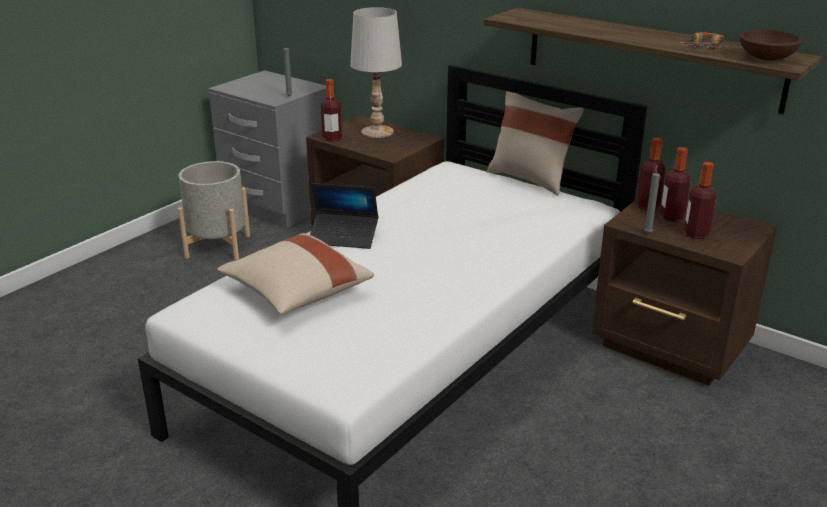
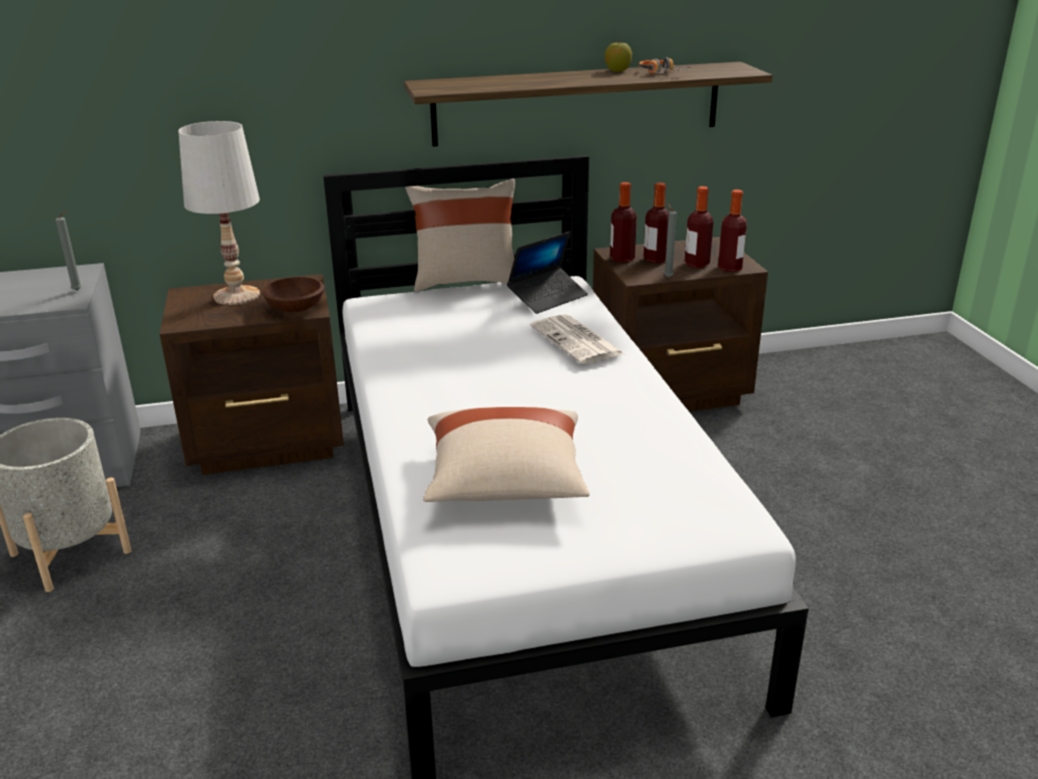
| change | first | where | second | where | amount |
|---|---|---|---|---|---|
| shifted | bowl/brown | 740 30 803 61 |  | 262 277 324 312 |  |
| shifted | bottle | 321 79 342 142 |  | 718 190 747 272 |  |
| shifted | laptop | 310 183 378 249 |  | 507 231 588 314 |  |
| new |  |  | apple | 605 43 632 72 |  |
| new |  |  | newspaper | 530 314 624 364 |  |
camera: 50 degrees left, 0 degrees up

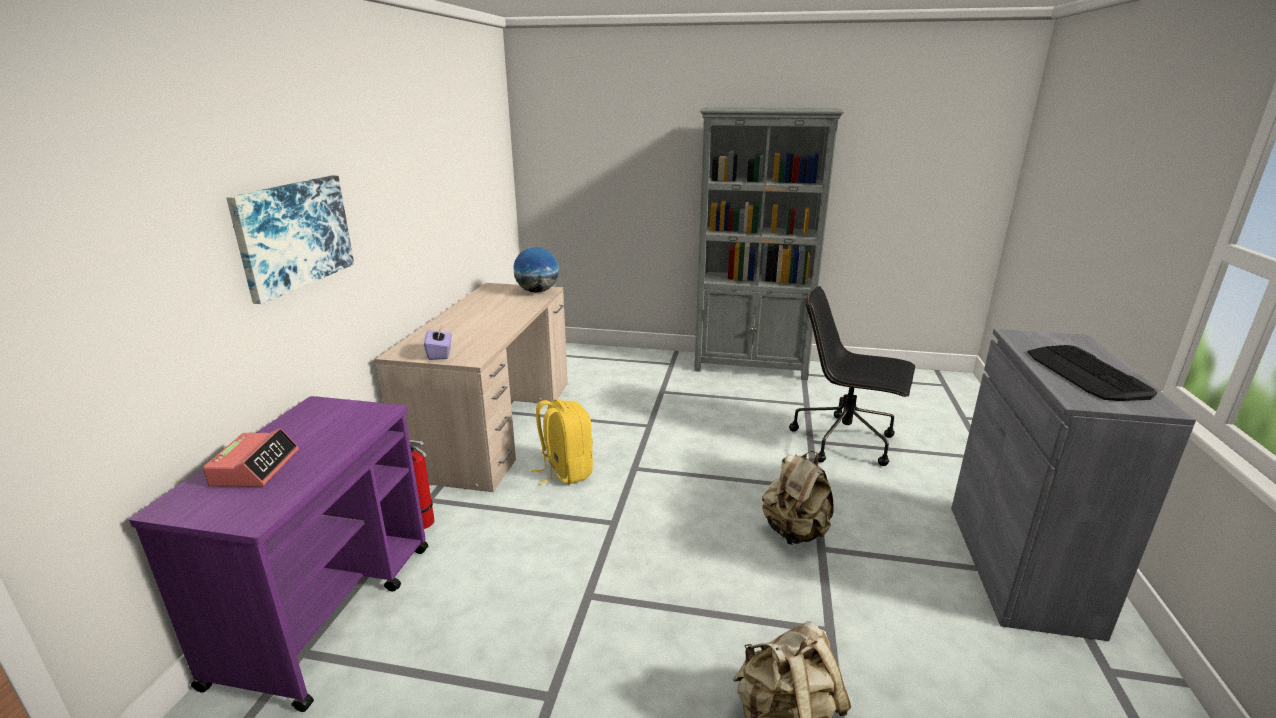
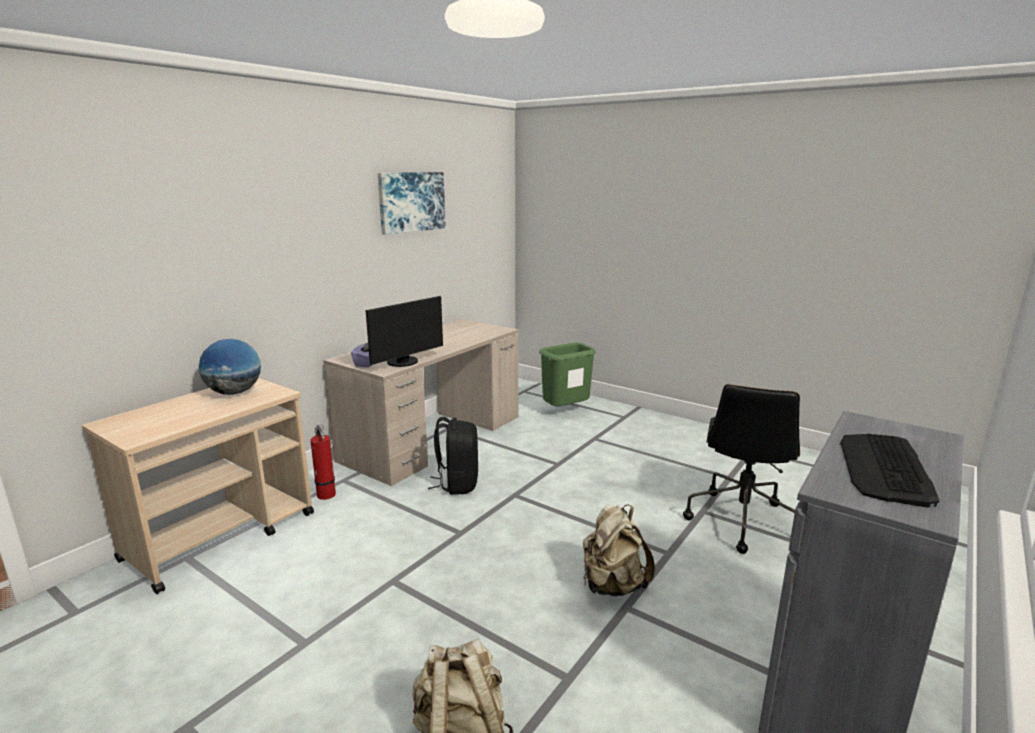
| change | first | where | second | where | amount |
|---|---|---|---|---|---|
| gone | bookcase/grey | 694 107 844 380 |  |  |  |
| shifted | picture | 226 176 354 304 |  | 378 172 446 235 |  |
| shifted | globe | 513 247 559 293 |  | 199 339 261 395 |  |
| rotated | office chair/black | 789 286 915 466 |  | 683 384 800 554 | 120 degrees counterclockwise |
| repainted | cart/purple | 129 396 428 712 | cart/beige | 82 378 314 594 |  |
| repainted | backpack/yellow | 531 399 593 485 | backpack/black | 428 417 478 495 |  |
| gone | alarm clock | 203 429 299 487 |  |  |  |
| new |  |  | monitor | 366 296 443 367 |  |
| new |  |  | trash can/green | 539 343 596 406 |  |
camera: 25 degrees right, 5 degrees down

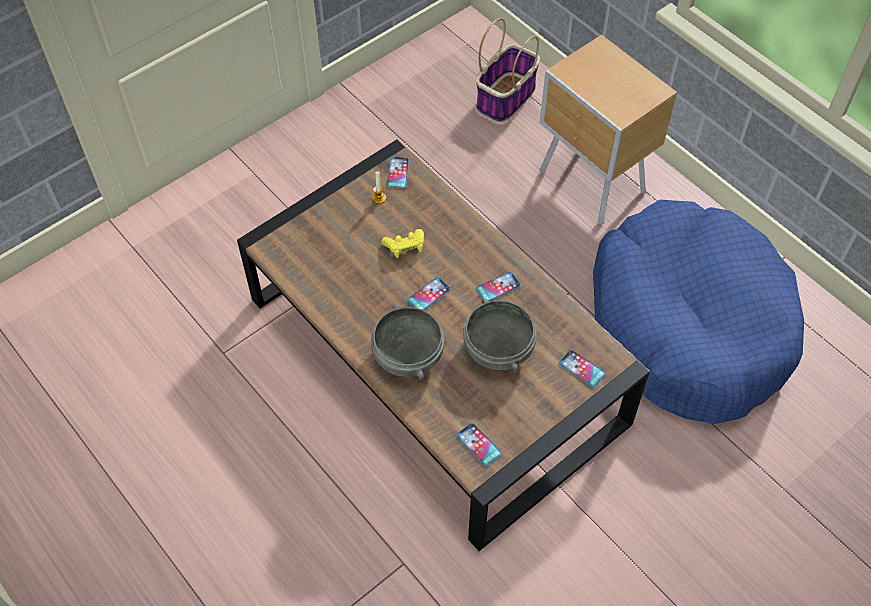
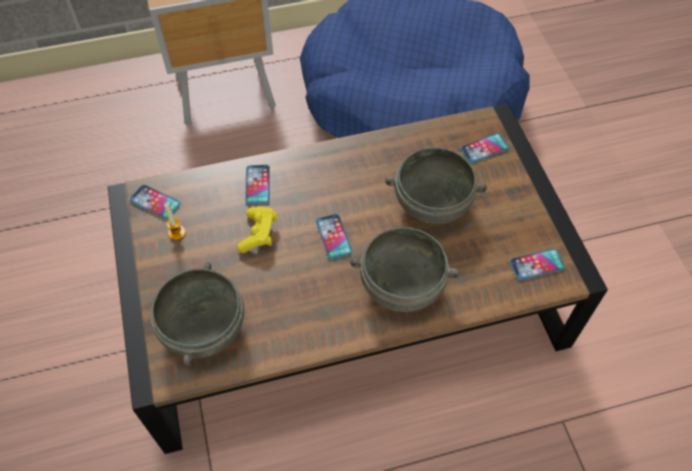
| change | first | where | second | where | amount |
|---|---|---|---|---|---|
| gone | basket | 476 18 540 123 |  |  |  |
| shifted | phone | 476 272 521 302 |  | 245 165 270 204 |  |
| new |  |  | bowl/grey | 150 263 244 366 |  |
camera: 65 degrees left, 0 degrees up

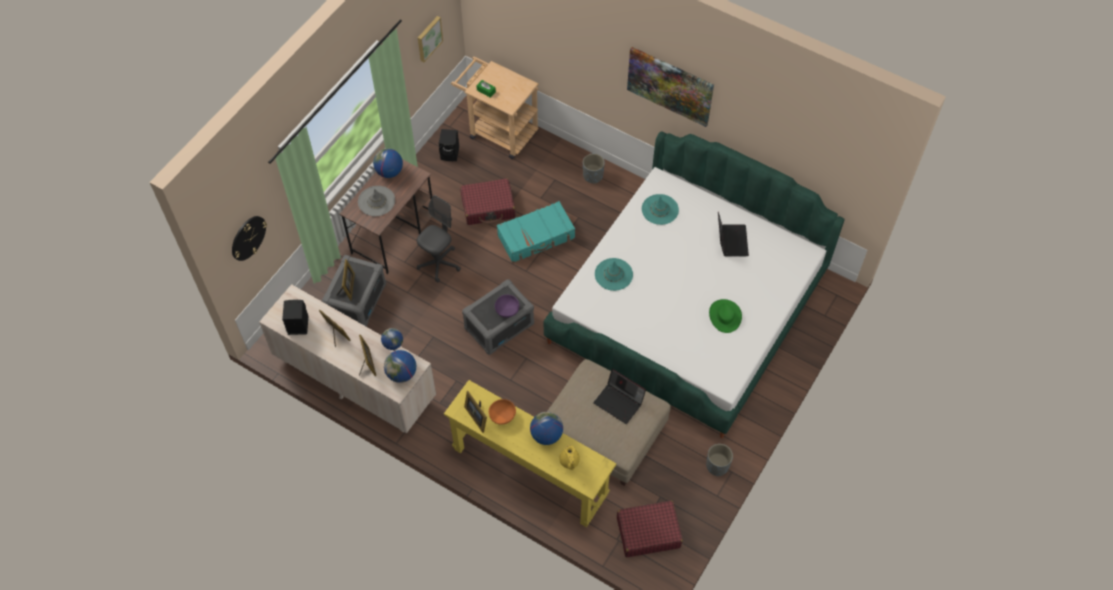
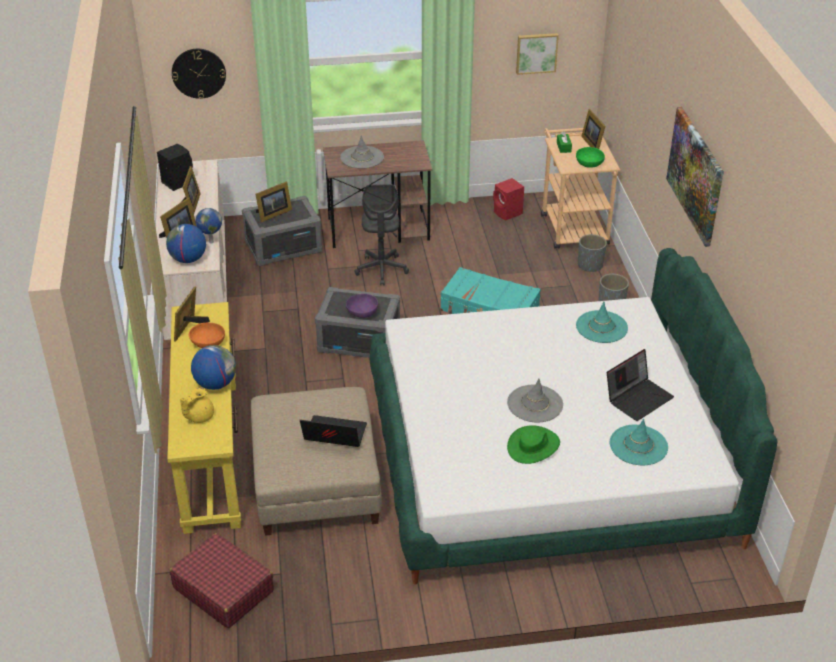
| change | first | where | second | where | amount |
|---|---|---|---|---|---|
| repainted | speaker/black | 439 129 459 161 | speaker/red | 493 178 524 221 |  |
| gone | globe | 373 148 403 178 |  |  |  |
| gone | suitcase/red | 460 178 516 225 |  |  |  |
| rotated | office chair/grey | 417 195 461 282 |  | 354 184 409 285 | 90 degrees clockwise |
| shifted | hat/turquoise | 595 258 633 291 |  | 610 419 668 465 |  |
| rotated | laptop | 593 368 646 424 |  | 300 415 367 447 | 105 degrees clockwise |
| shifted | planter/grey | 706 444 733 476 |  | 578 234 607 272 |  |
| new |  |  | picture frame | 581 109 606 149 |  |
| new |  |  | bowl/green | 576 147 605 168 |  |
| new |  |  | hat/grey | 507 379 563 422 |  |
camera: 50 degrees right, 20 degrees down

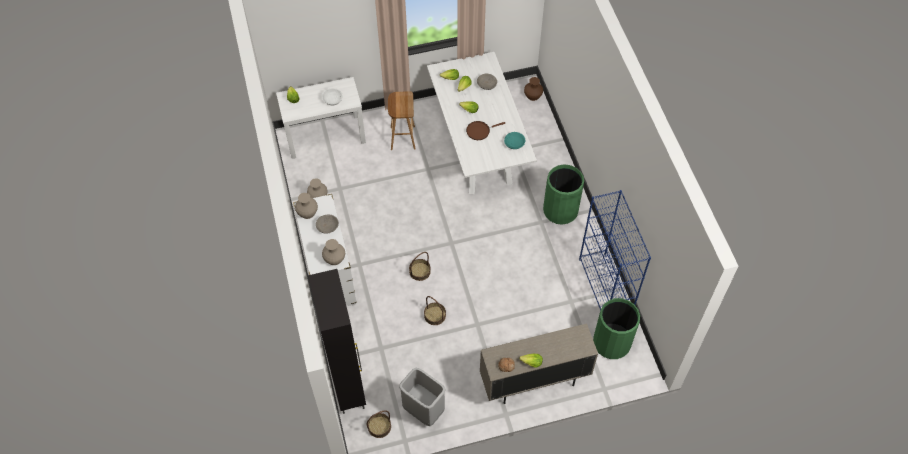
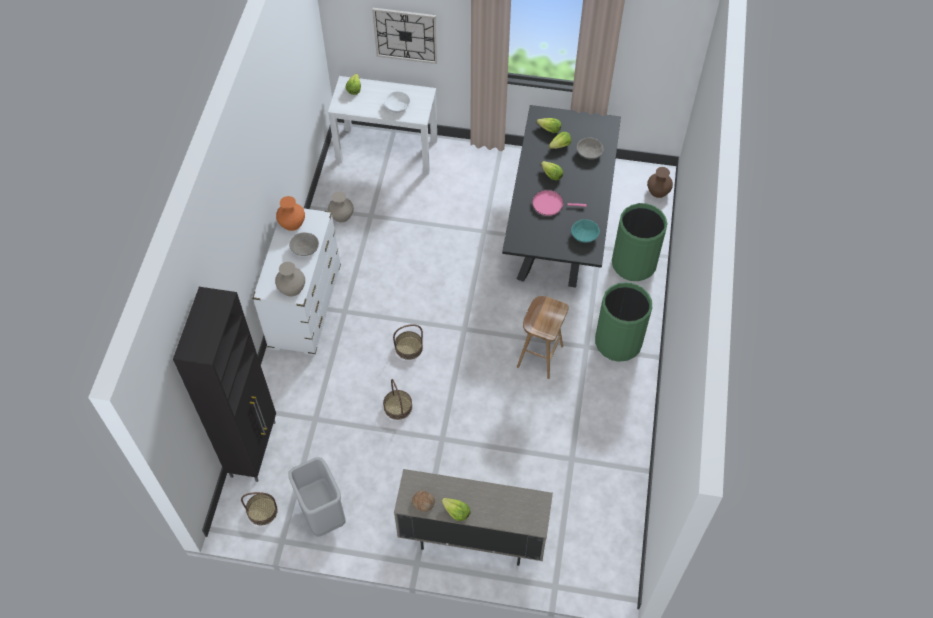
| change | first | where | second | where | amount |
|---|---|---|---|---|---|
| repainted | dining table/white | 427 52 537 194 | dining table/black | 502 105 621 288 |  |
| shifted | stool/brown | 388 91 416 150 |  | 517 296 569 379 |  |
| repainted | frying pan/brown | 466 121 505 140 | frying pan/pink | 532 190 586 216 |  |
| gone | bookcase/blue | 579 190 651 310 |  |  |  |
| repainted | vase/beige | 295 193 318 219 | vase/orange | 276 196 305 231 |  |
| shifted | trash can/green | 593 298 640 359 |  | 612 203 668 281 |  |
| new |  |  | wall clock | 372 8 437 64 |  |
camera: 25 degrees right, 0 degrees up

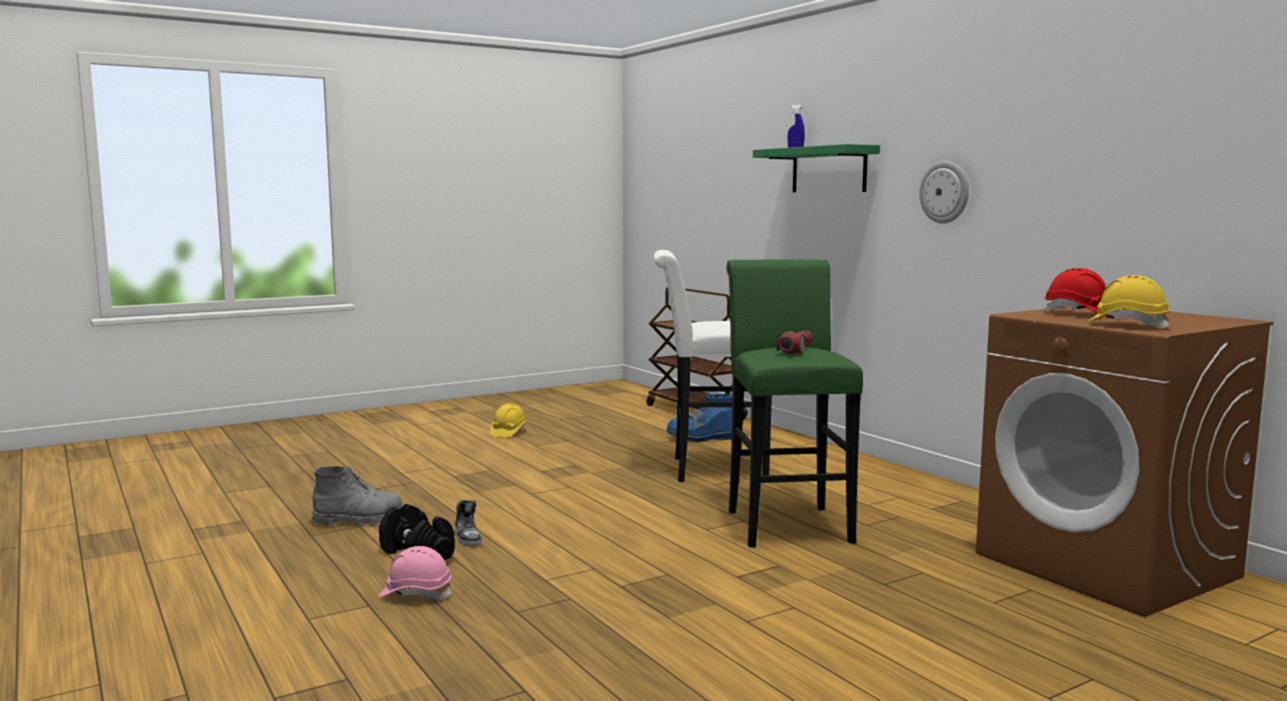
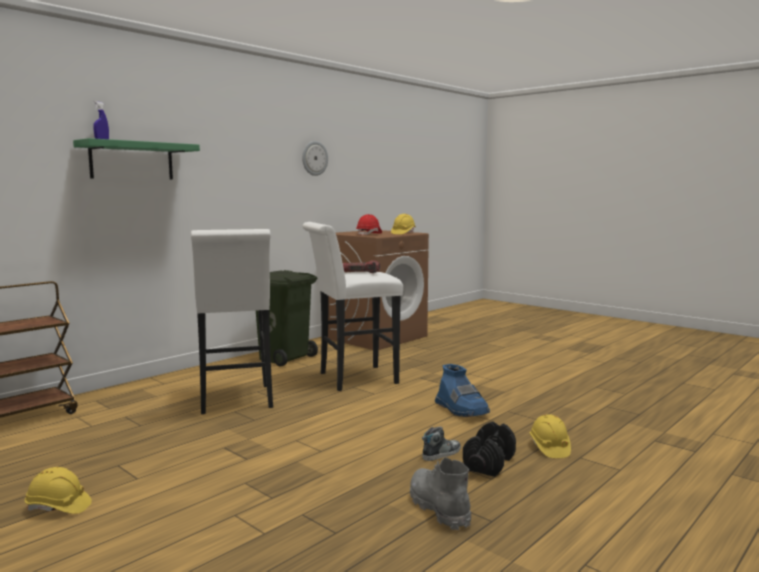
| change | first | where | second | where | amount |
|---|---|---|---|---|---|
| shifted | wall clock | 919 161 969 224 |  | 302 141 328 176 |  |
| repainted | stool/green | 726 259 863 547 | stool/white | 302 222 403 391 |  |
| shifted | boot/blue | 667 394 732 442 |  | 435 364 490 417 |  |
| repainted | hard hat/pink | 378 546 452 599 | hard hat/yellow | 529 414 571 458 |  |
| new |  |  | trash can/green | 256 270 318 367 |  |
camera: 105 degrees left, 0 degrees up

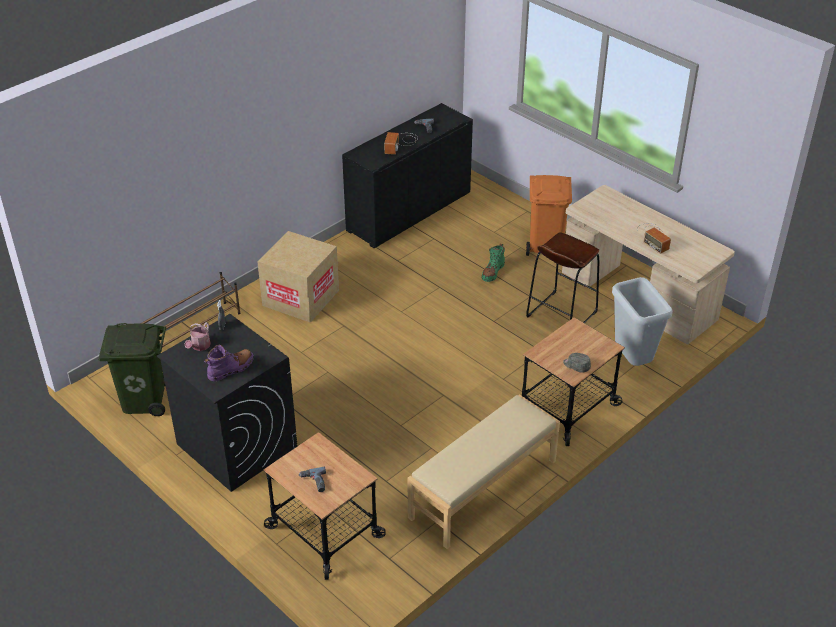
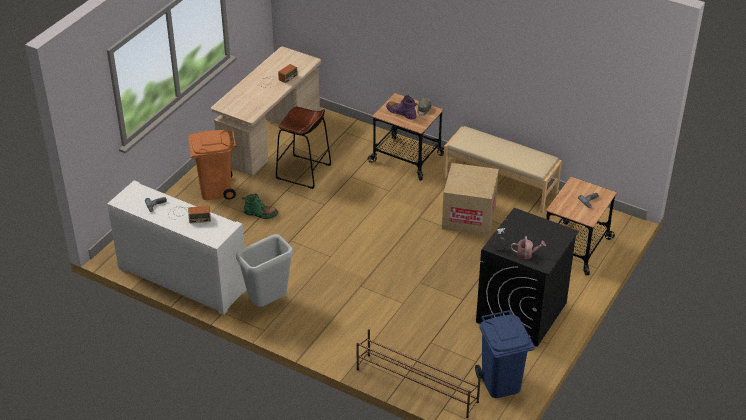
| change | first | where | second | where | amount |
|---|---|---|---|---|---|
| repainted | cabinet/black | 342 103 473 248 | cabinet/white | 107 180 247 315 |  |
| shifted | cardboard box | 257 231 339 323 |  | 442 163 499 236 |  |
| shifted | trash can/grey | 612 277 673 366 |  | 236 234 294 307 |  |
| repainted | trash can/green | 98 323 166 416 | trash can/blue | 475 310 535 398 |  |
| shifted | boot/purple | 204 344 254 381 |  | 386 95 418 120 |  |
camera: 105 degrees left, 0 degrees up

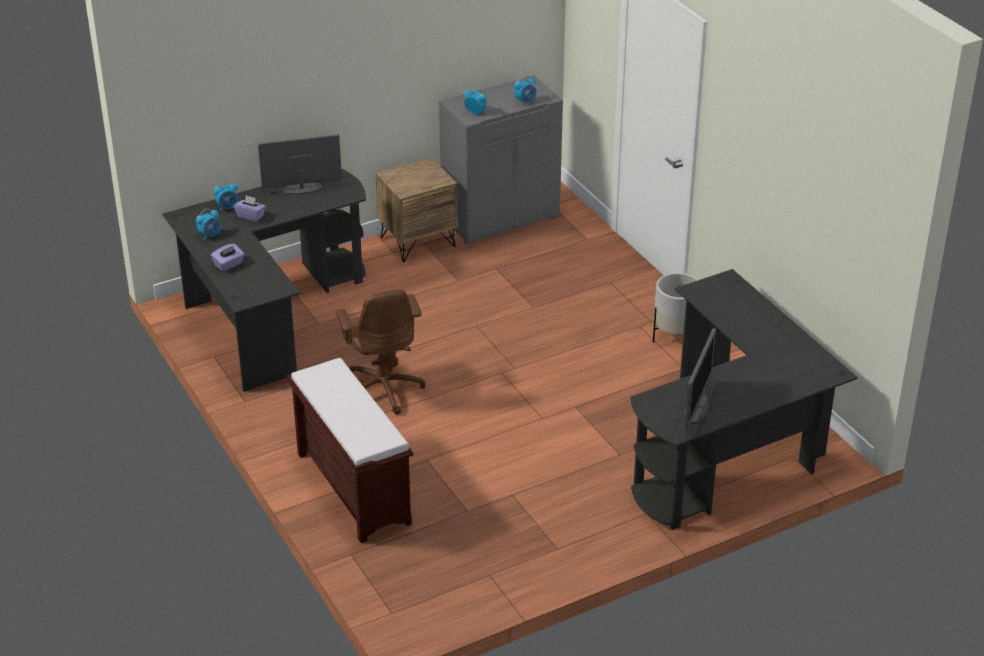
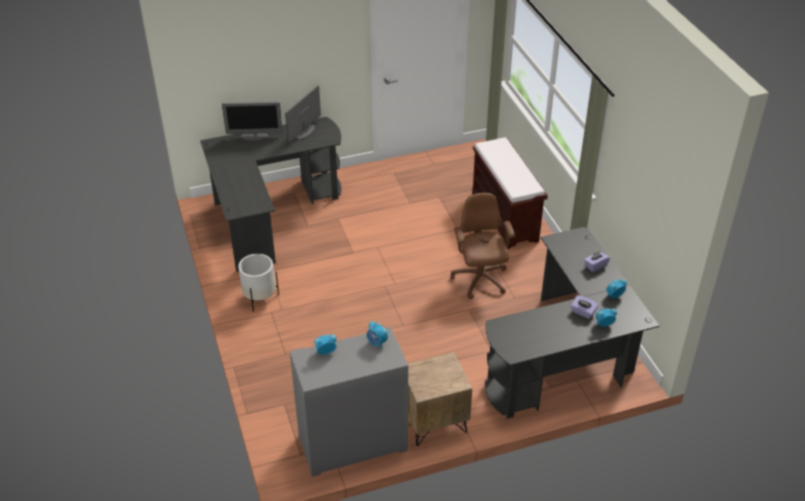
| change | first | where | second | where | amount |
|---|---|---|---|---|---|
| shifted | monitor | 258 134 342 195 |  | 222 102 282 141 |  |
camera: 170 degrees left, 5 degrees up

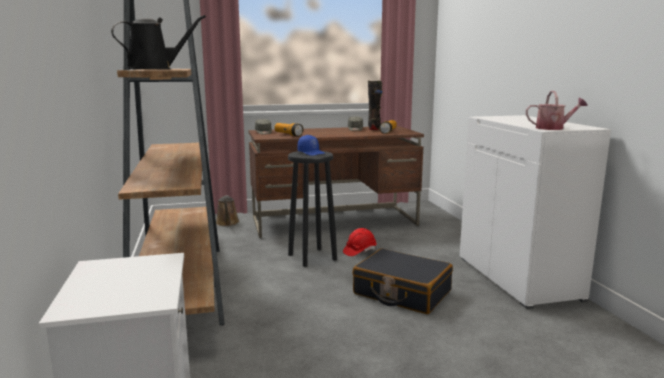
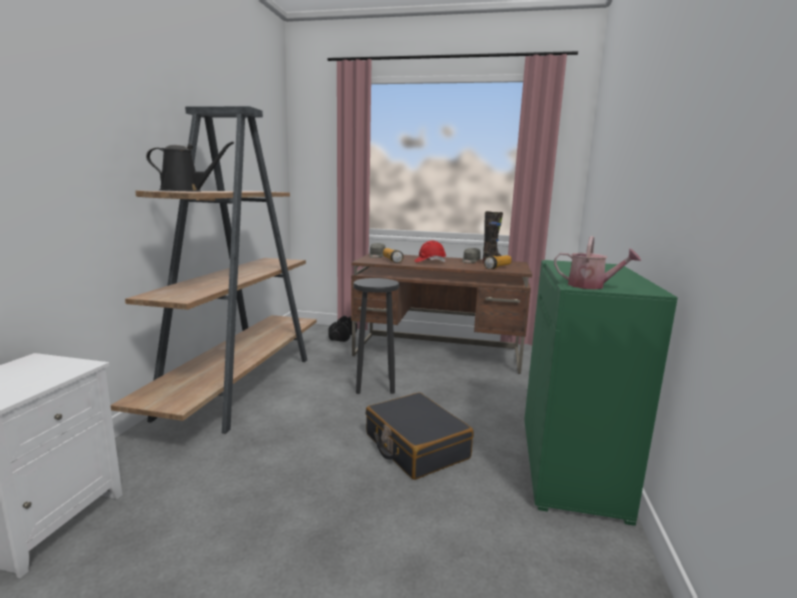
| change | first | where | second | where | amount |
|---|---|---|---|---|---|
| repainted | cabinet/white | 460 115 611 309 | cabinet/green | 524 260 678 526 |  |
| gone | cap/blue | 298 135 326 156 |  |  |  |
| swapped | watering can/brown | 216 195 240 226 | dumbbell/black | 328 316 357 342 |  |
| shifted | hard hat/red | 343 228 377 256 |  | 415 241 446 262 |  |
camera: 25 degrees right, 0 degrees up

